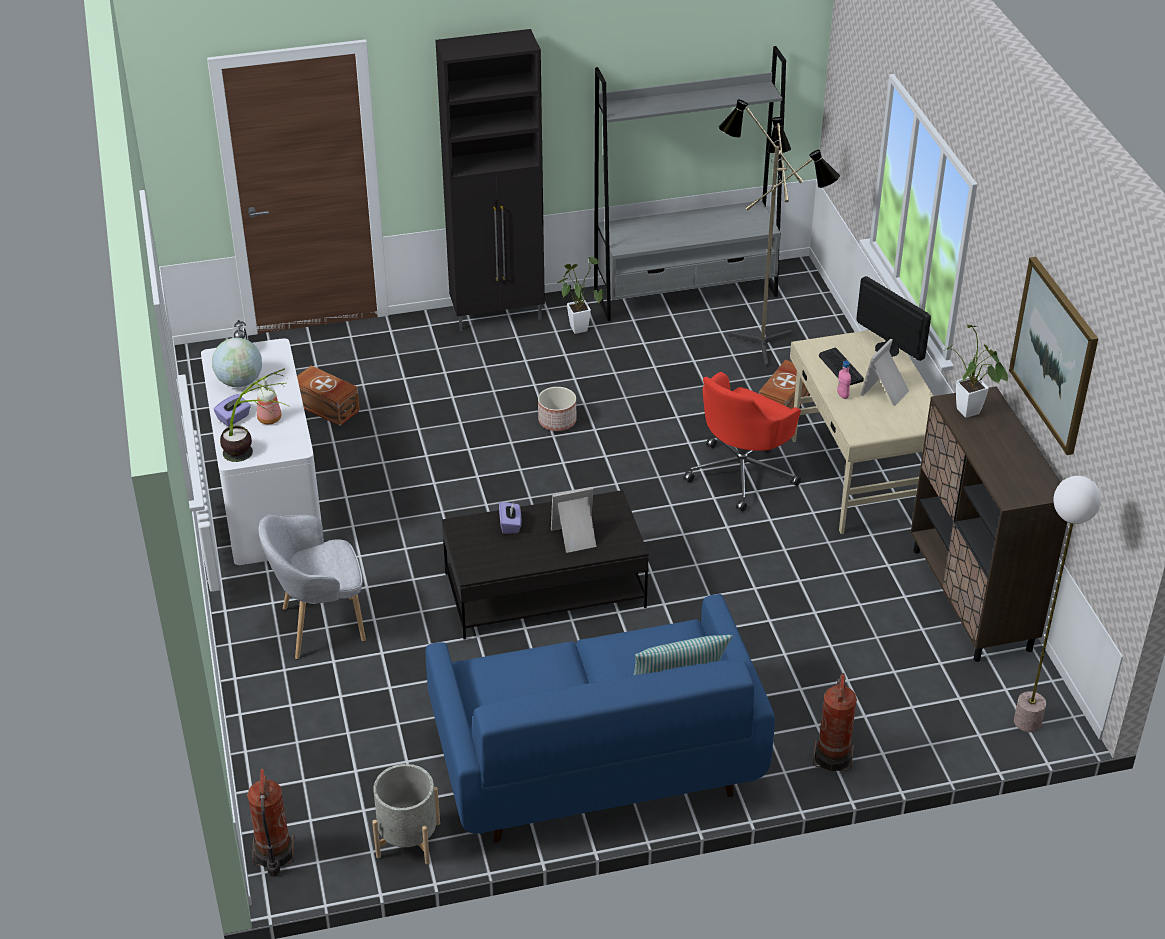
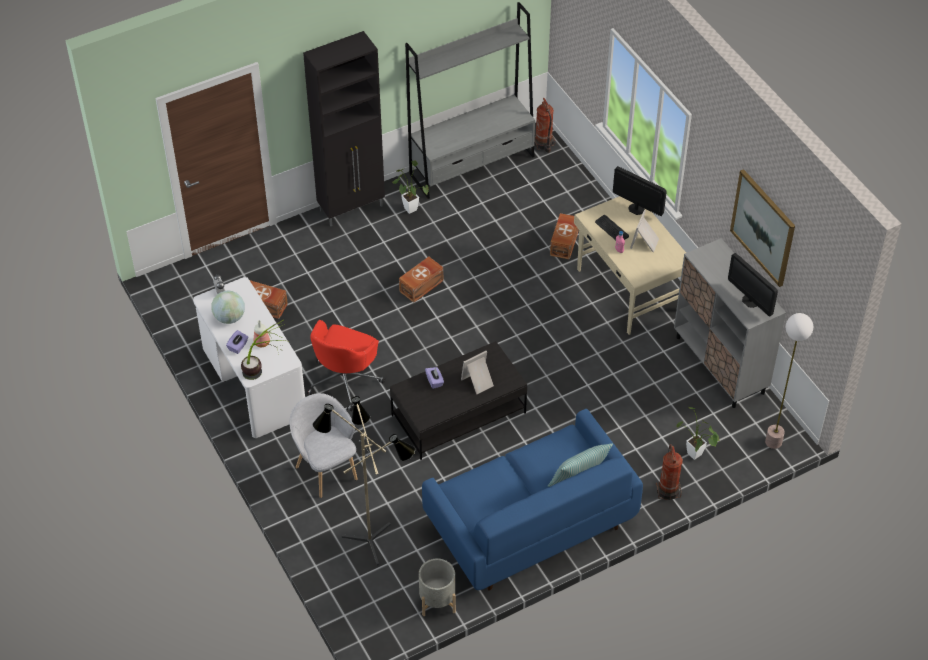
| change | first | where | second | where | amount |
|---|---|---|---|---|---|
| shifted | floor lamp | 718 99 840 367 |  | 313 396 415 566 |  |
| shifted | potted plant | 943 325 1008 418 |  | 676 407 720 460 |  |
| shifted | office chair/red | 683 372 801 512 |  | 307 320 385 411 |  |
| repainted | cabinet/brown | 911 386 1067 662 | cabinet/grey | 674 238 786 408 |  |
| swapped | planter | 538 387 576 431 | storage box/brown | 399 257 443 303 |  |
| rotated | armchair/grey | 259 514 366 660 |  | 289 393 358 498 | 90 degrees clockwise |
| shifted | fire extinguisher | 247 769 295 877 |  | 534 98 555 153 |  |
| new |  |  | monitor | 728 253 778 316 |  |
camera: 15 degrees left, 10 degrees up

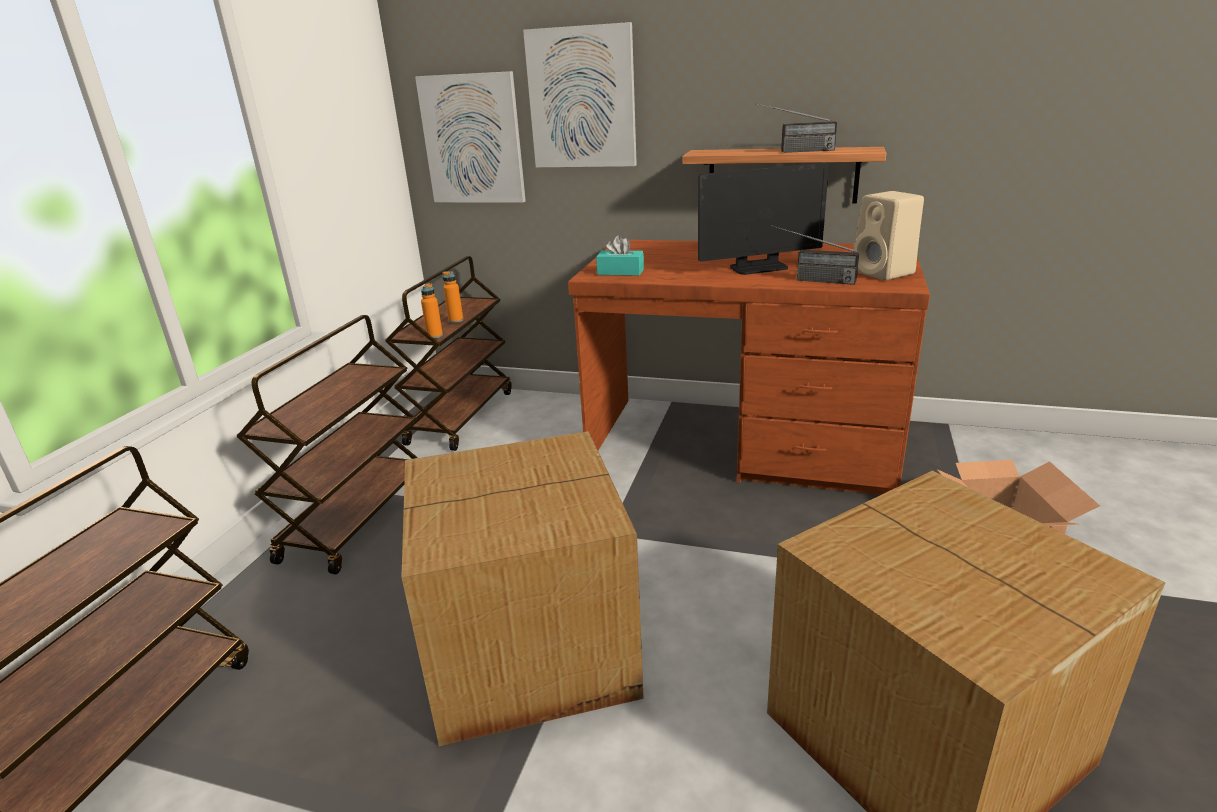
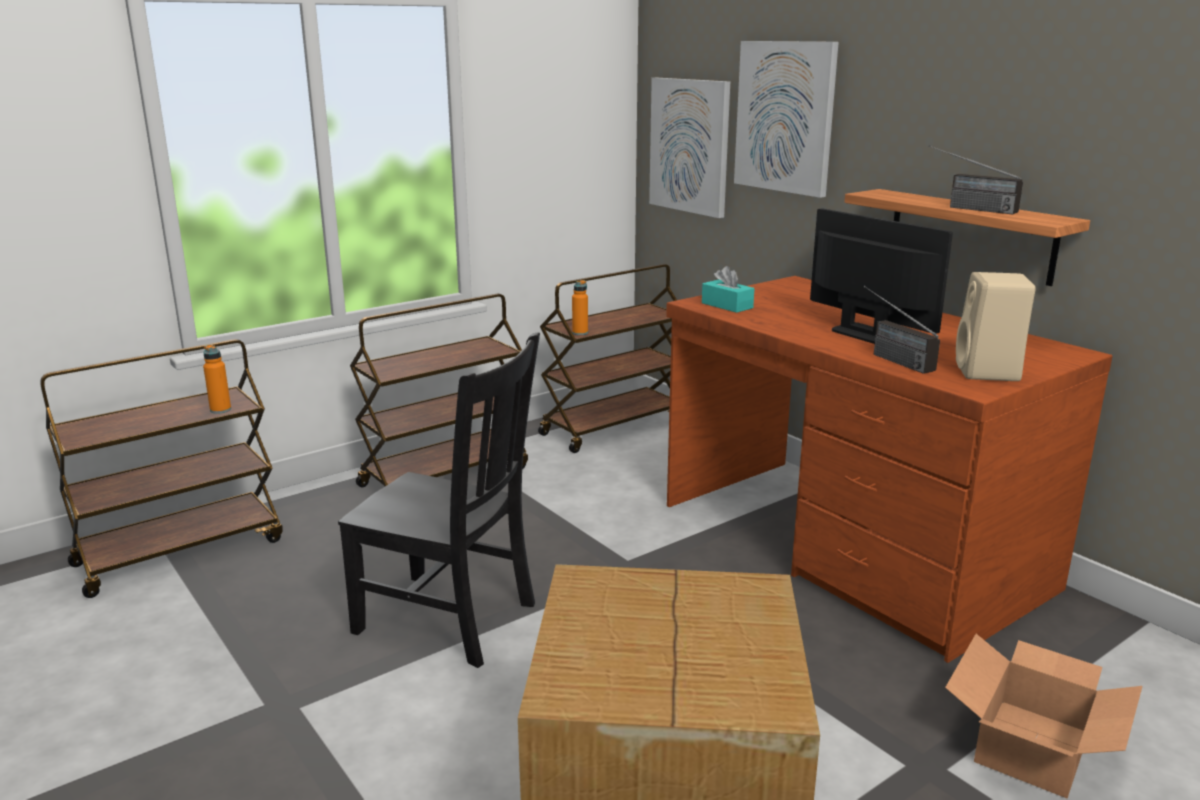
| change | first | where | second | where | amount |
|---|---|---|---|---|---|
| rotated | monitor | 698 163 829 275 |  | 810 208 953 344 | 150 degrees counterclockwise |
| shifted | bottle/orange | 443 271 463 323 |  | 203 345 231 414 |  |
| swapped | cardboard box | 401 431 644 746 | chair/black | 338 332 540 668 |  |
camera: 35 degrees right, 5 degrees down

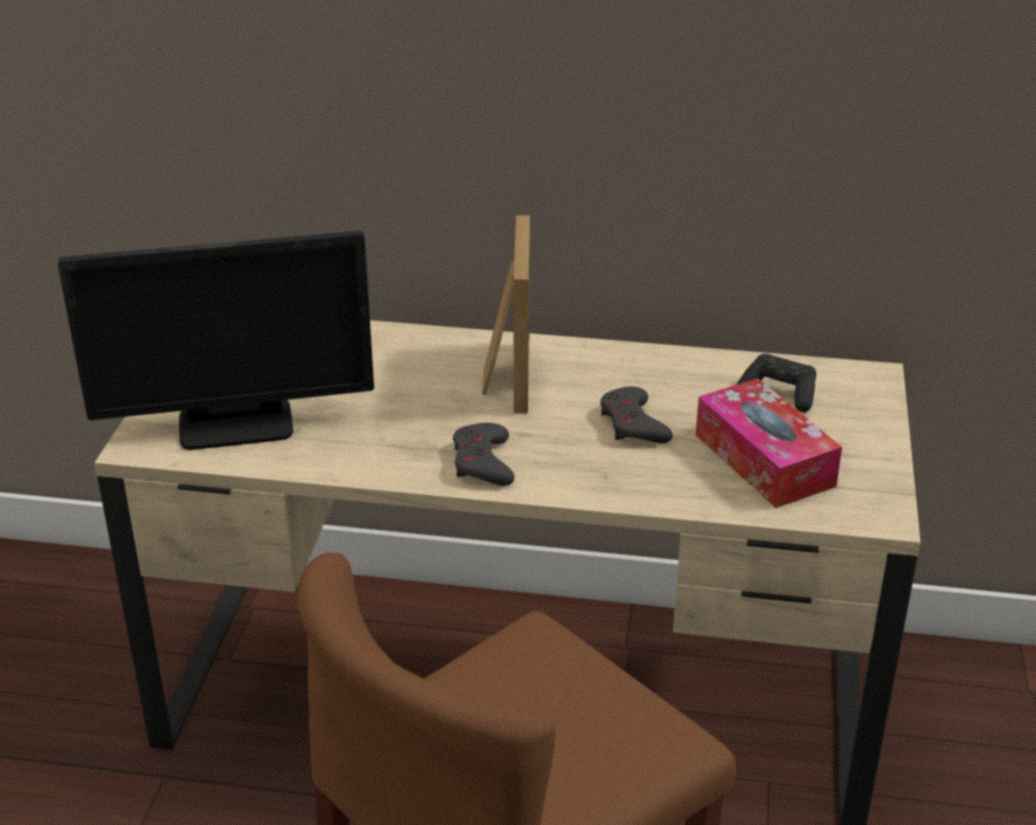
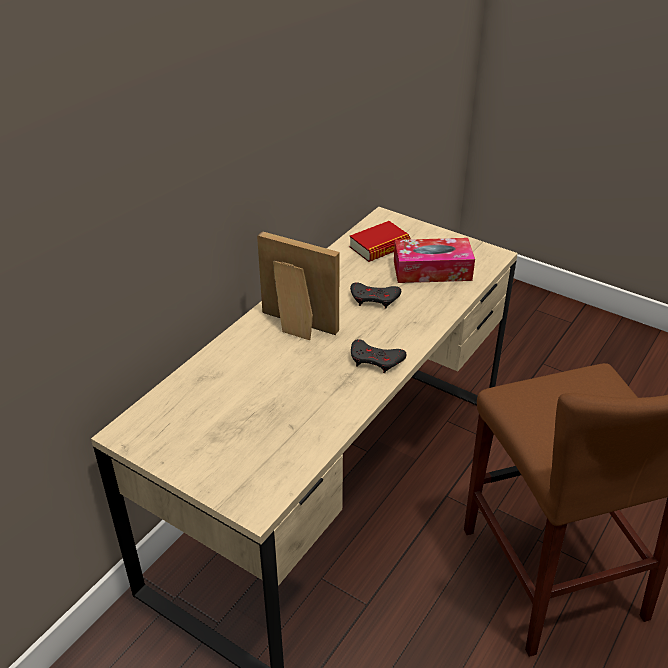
| change | first | where | second | where | amount |
|---|---|---|---|---|---|
| gone | monitor | 58 231 374 450 |  |  |  |
| swapped | game controller/black | 737 354 816 412 | book | 349 221 410 262 |  |
camera: 65 degrees left, 5 degrees up

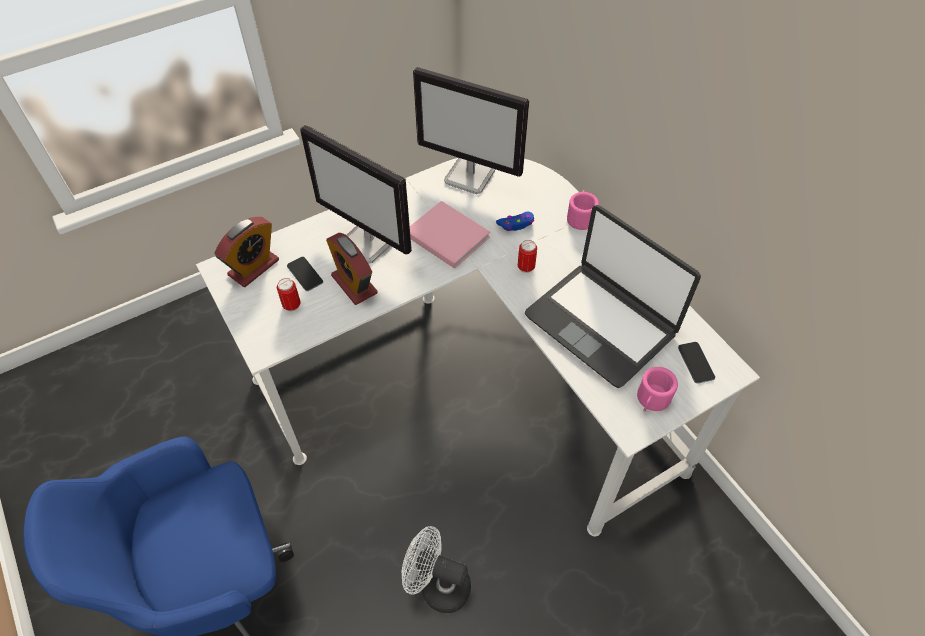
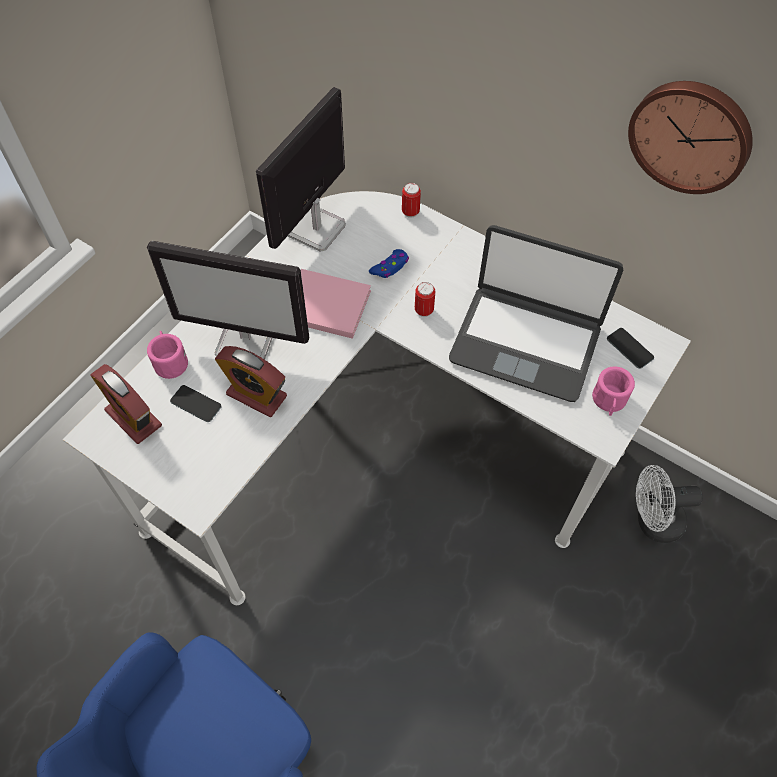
| change | first | where | second | where | amount |
|---|---|---|---|---|---|
| rotated | monitor | 413 67 529 194 |  | 256 87 346 252 | 120 degrees clockwise |
| shifted | mug/pink | 567 190 599 230 |  | 147 331 188 379 |  |
| rotated | alarm clock | 214 217 279 287 |  | 90 364 162 444 | 120 degrees clockwise |
| shifted | can | 277 278 301 311 |  | 402 183 421 218 |  |
| shifted | fan/white | 402 526 471 613 |  | 636 465 703 543 |  |
| new |  |  | wall clock | 628 81 753 194 |  |
camera: 25 degrees left, 5 degrees up

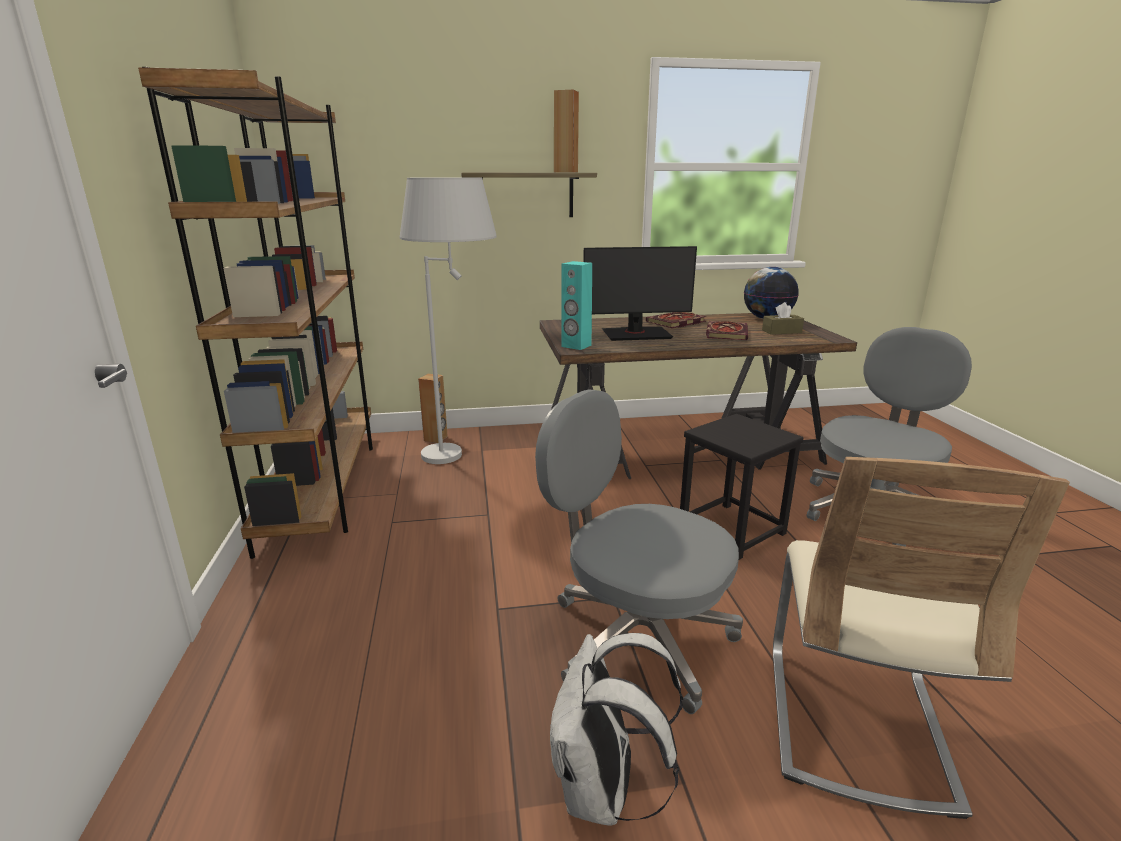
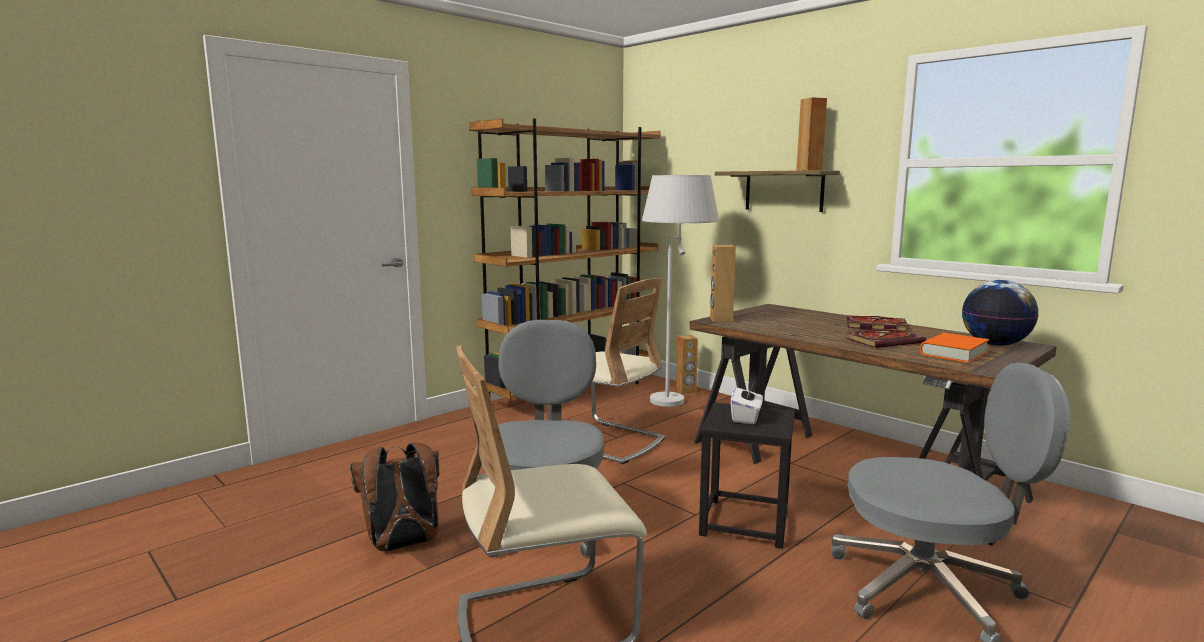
| change | first | where | second | where | amount |
|---|---|---|---|---|---|
| gone | monitor | 583 246 697 341 |  |  |  |
| repainted | speaker/turquoise | 562 261 592 350 | speaker/brown | 710 245 736 322 |  |
| swapped | tissue box/brown | 762 302 804 335 | book/orange | 920 333 989 363 |  |
| repainted | backpack/white | 550 633 683 825 | backpack/brown | 350 442 439 552 |  |
| new |  |  | chair/beige | 547 278 665 464 |  |
| new |  |  | tissue box/white | 731 383 763 424 |  |
camera: 55 degrees right, 10 degrees down

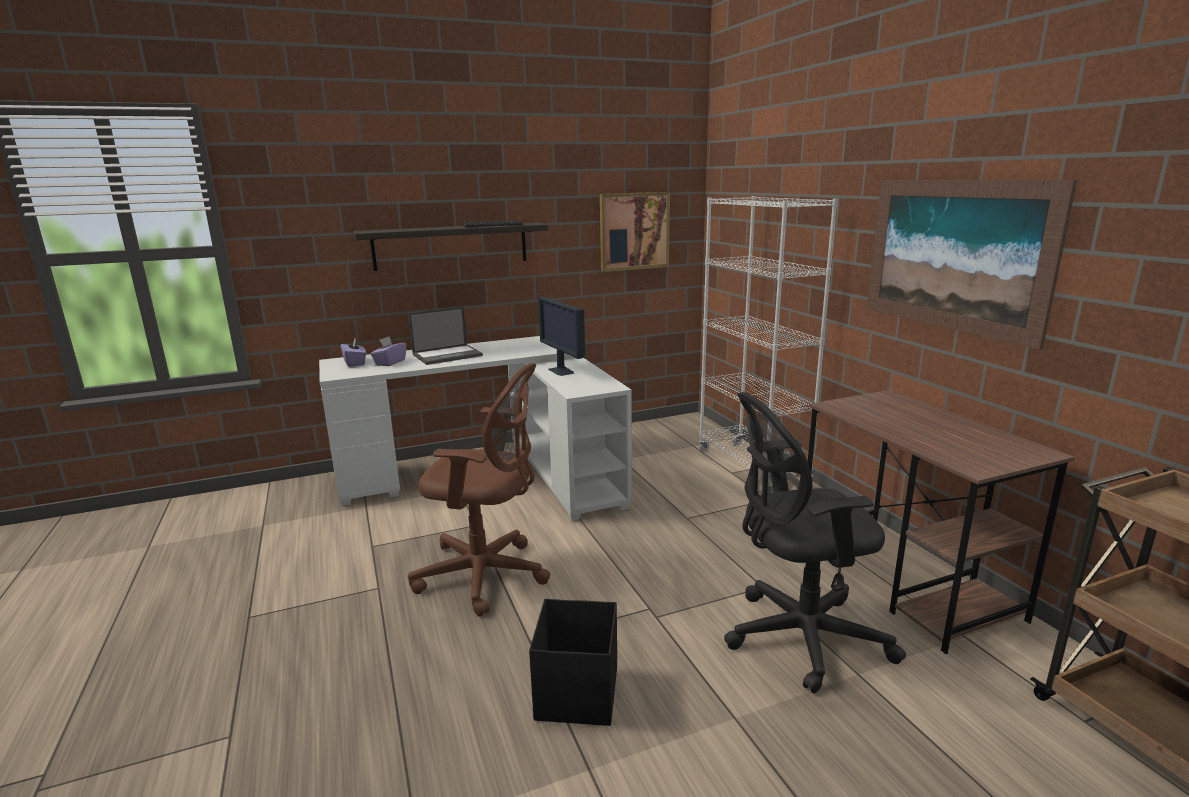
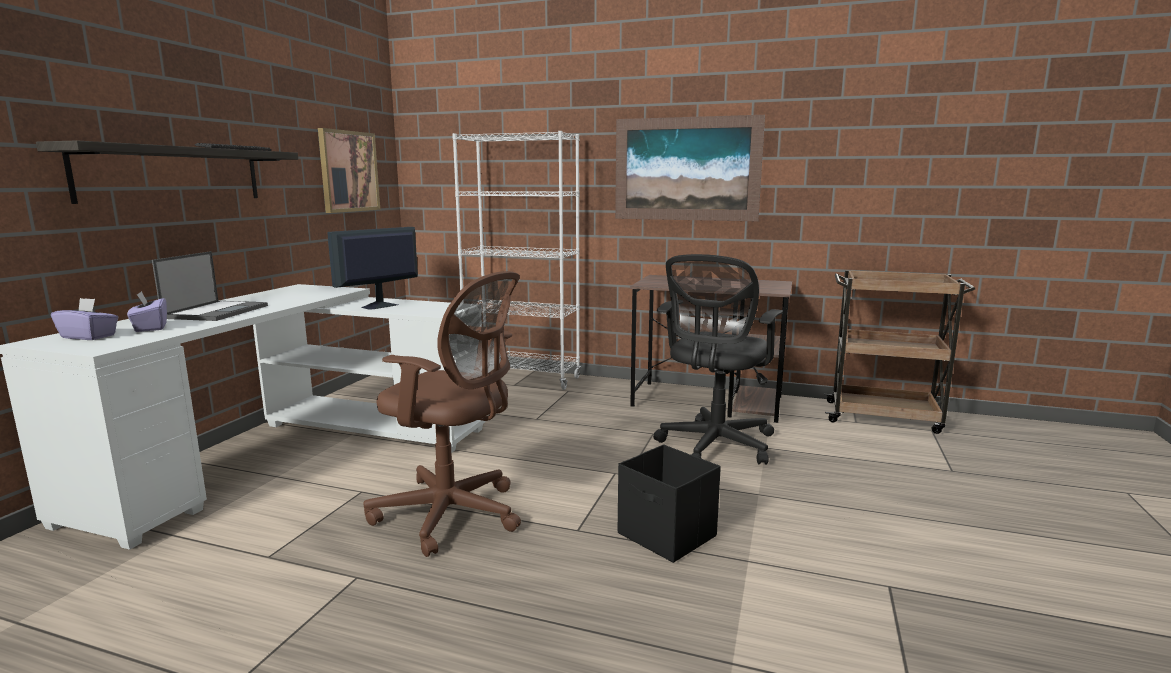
| change | first | where | second | where | amount |
|---|---|---|---|---|---|
| rotated | monitor | 538 297 585 376 |  | 327 227 418 310 | 120 degrees clockwise |
| rotated | office chair/brown | 408 363 551 617 |  | 363 271 521 557 | 60 degrees clockwise |
camera: 50 degrees left, 5 degrees down

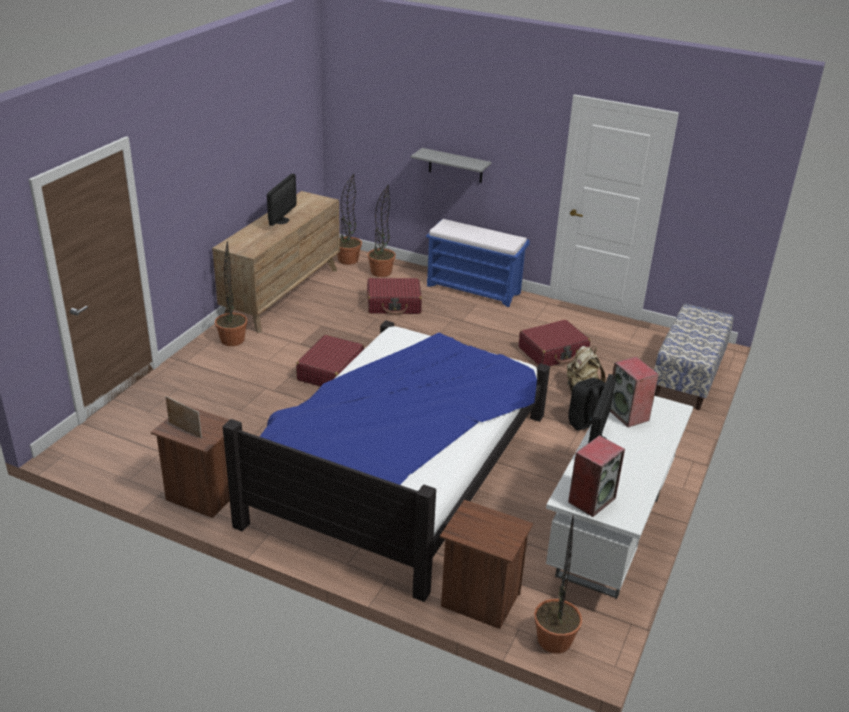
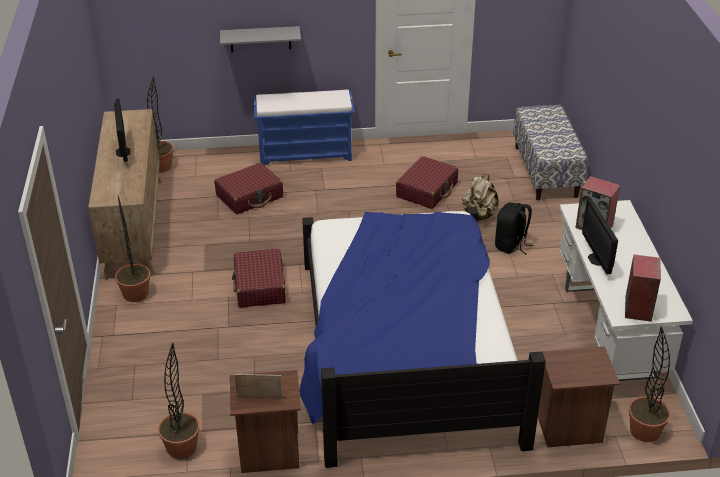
| change | first | where | second | where | amount |
|---|---|---|---|---|---|
| shifted | potted plant | 368 184 396 277 |  | 158 342 200 459 |  |
camera: 30 degrees left, 5 degrees up

